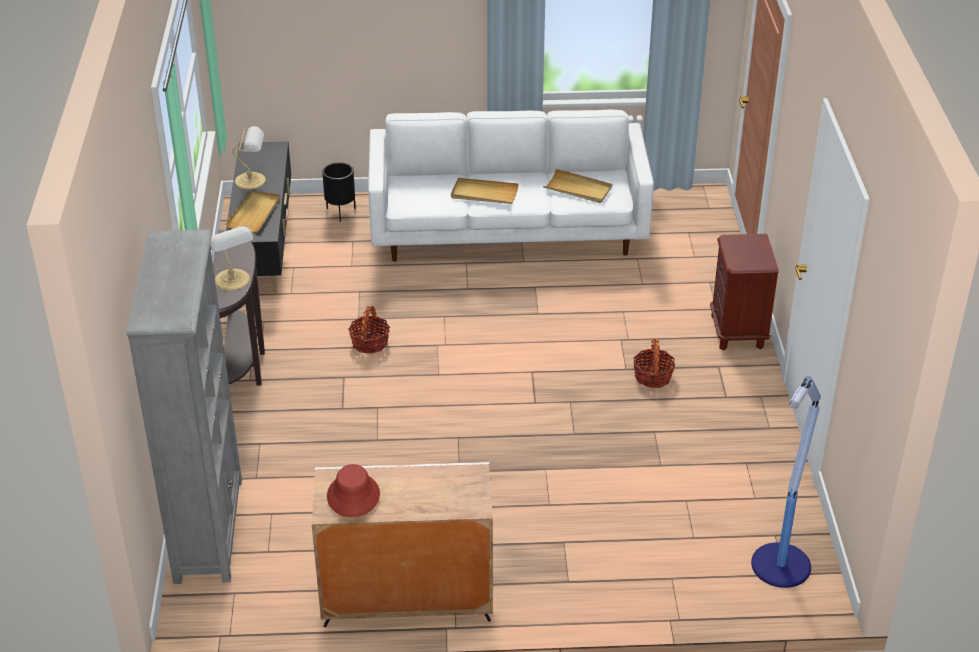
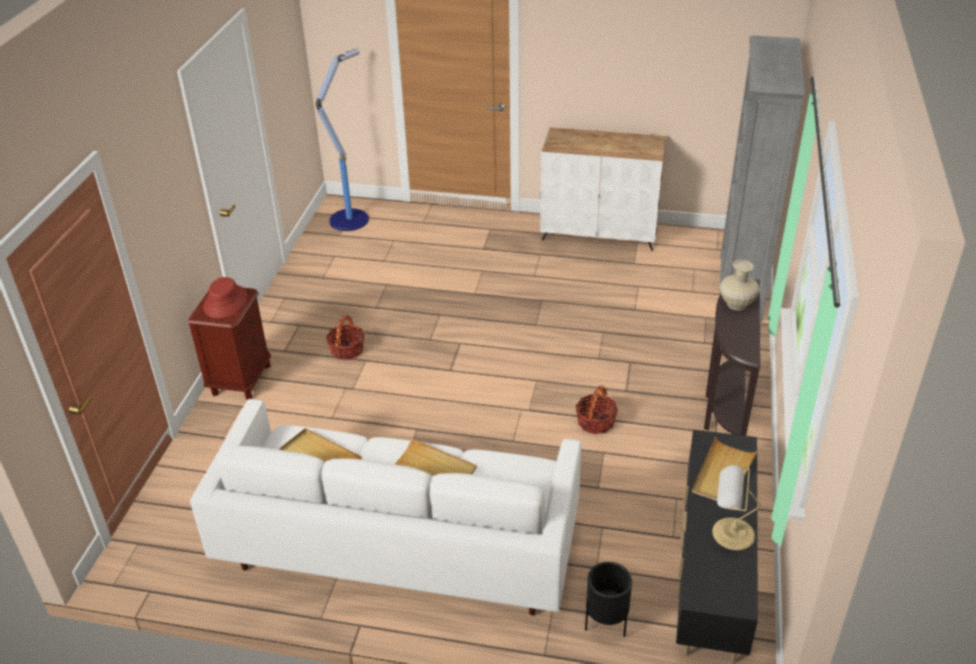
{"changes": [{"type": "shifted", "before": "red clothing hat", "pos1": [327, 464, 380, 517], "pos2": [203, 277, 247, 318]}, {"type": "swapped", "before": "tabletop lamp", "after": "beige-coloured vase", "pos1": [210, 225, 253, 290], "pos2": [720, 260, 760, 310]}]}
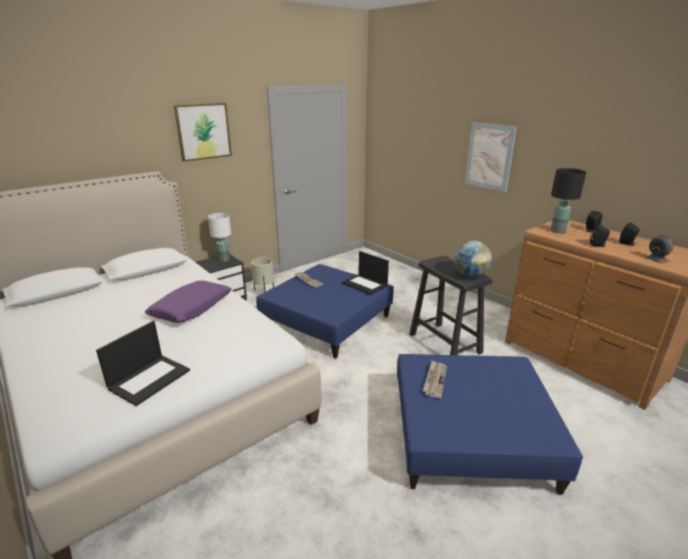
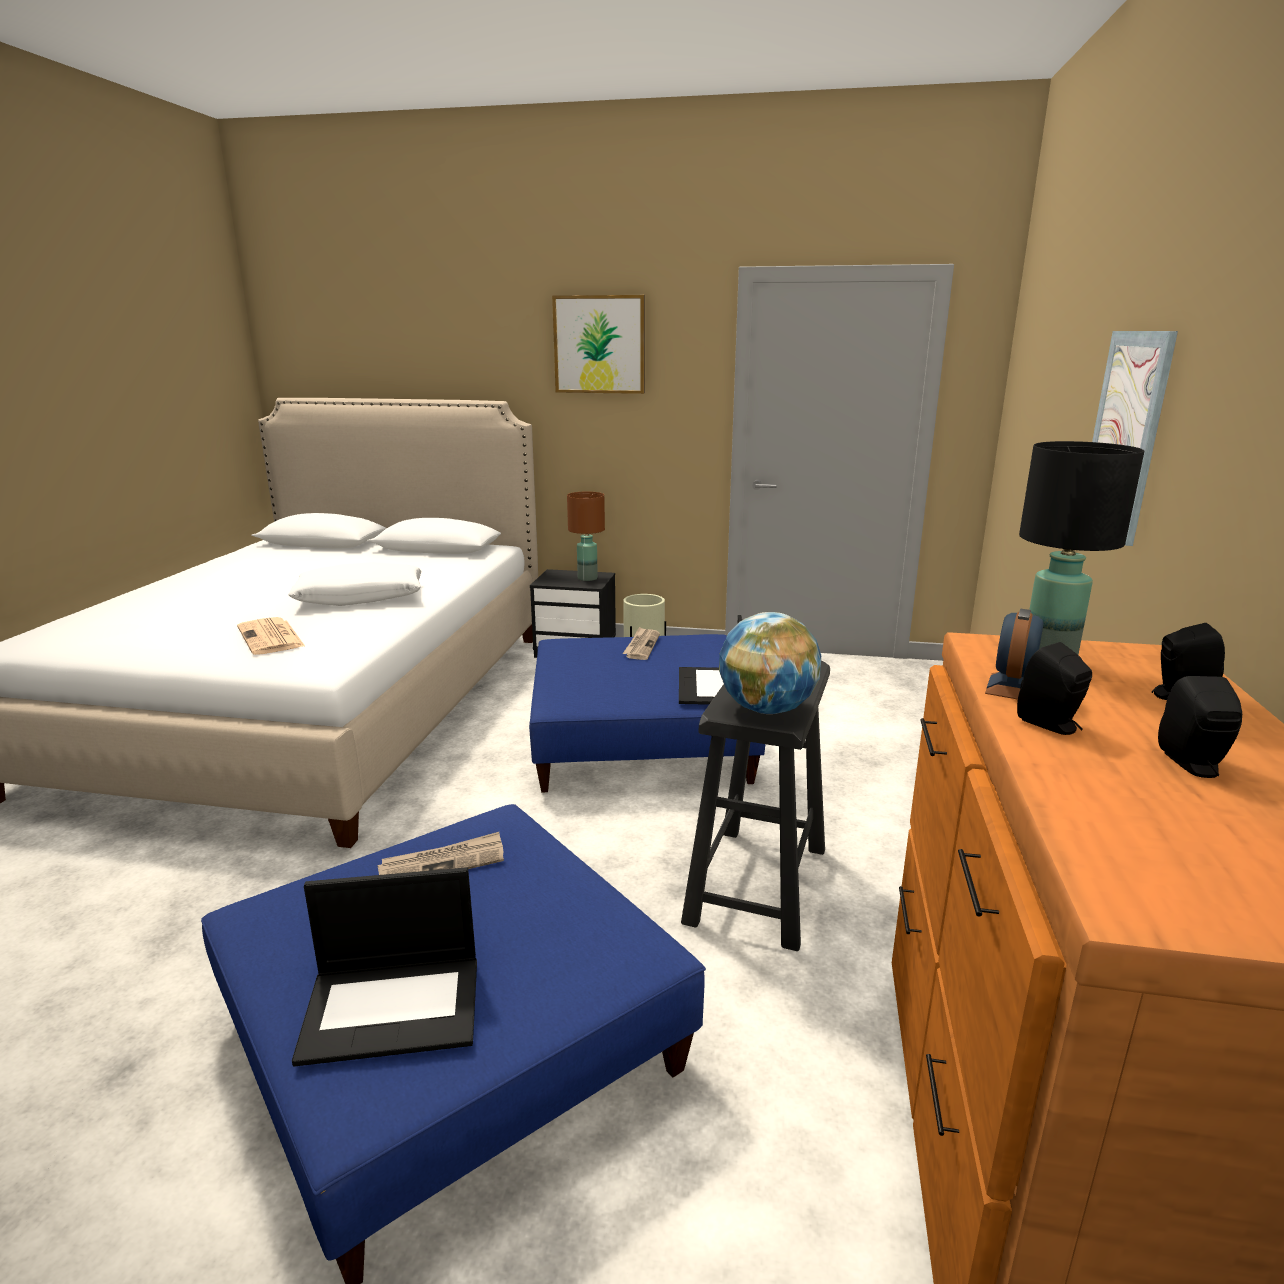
{"changes": [{"type": "new", "after": "daily paper", "pos2": [237, 617, 305, 655]}, {"type": "repainted", "before": "purple cushion", "after": "white-coloured cushion", "pos1": [145, 280, 232, 323], "pos2": [288, 562, 422, 606]}, {"type": "shifted", "before": "portable computer", "pos1": [96, 321, 190, 406], "pos2": [292, 867, 477, 1067]}, {"type": "repainted", "before": "white-coloured tabletop lamp", "after": "brown tabletop lamp", "pos1": [208, 213, 231, 262], "pos2": [567, 491, 605, 581]}, {"type": "shifted", "before": "table clock", "pos1": [644, 235, 674, 264], "pos2": [985, 609, 1044, 700]}]}
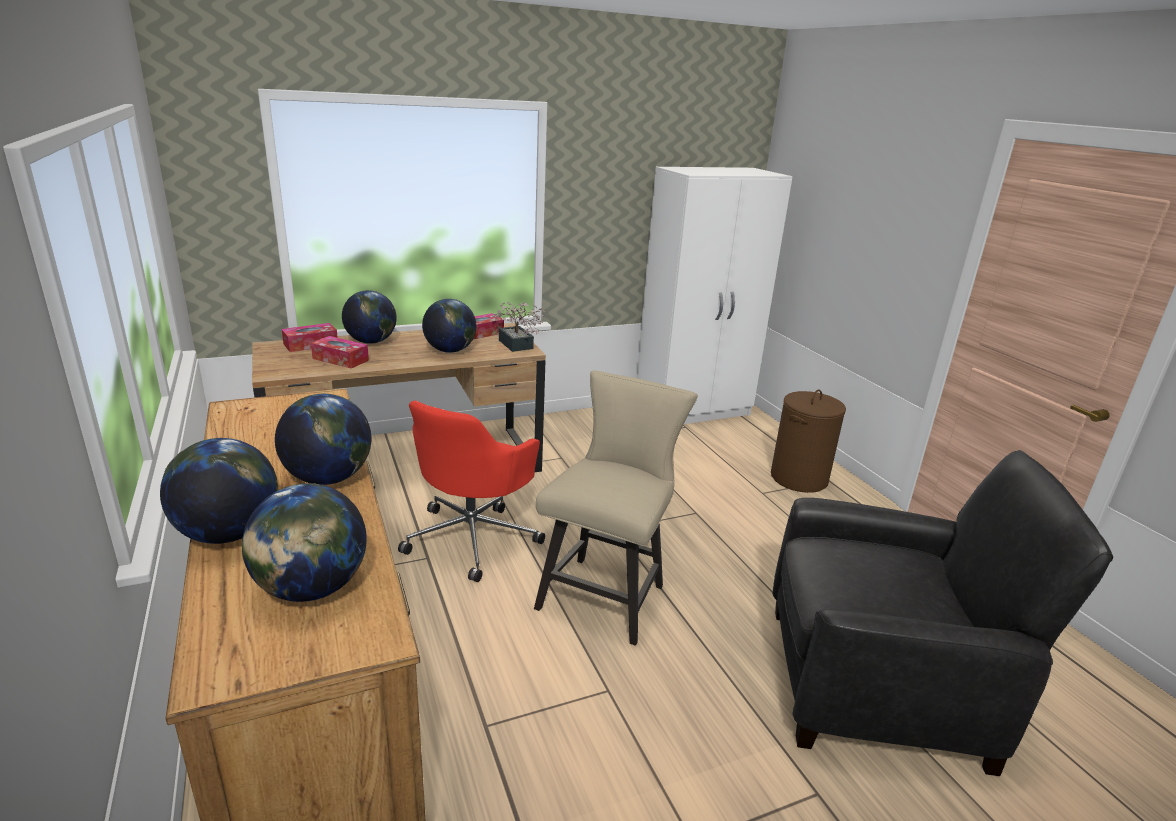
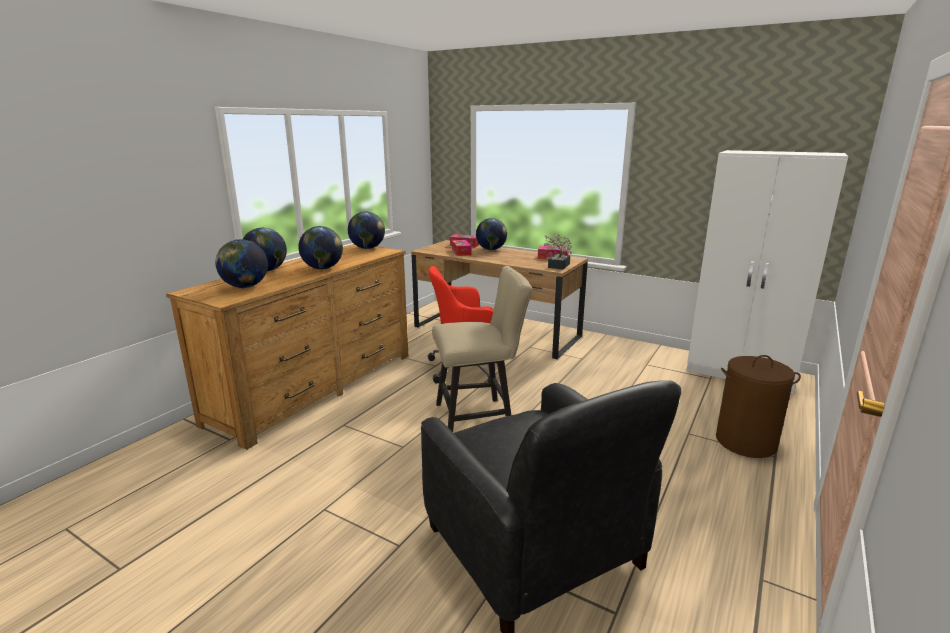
{"changes": [{"type": "shifted", "before": "world globe", "pos1": [422, 299, 476, 353], "pos2": [348, 212, 385, 249]}]}
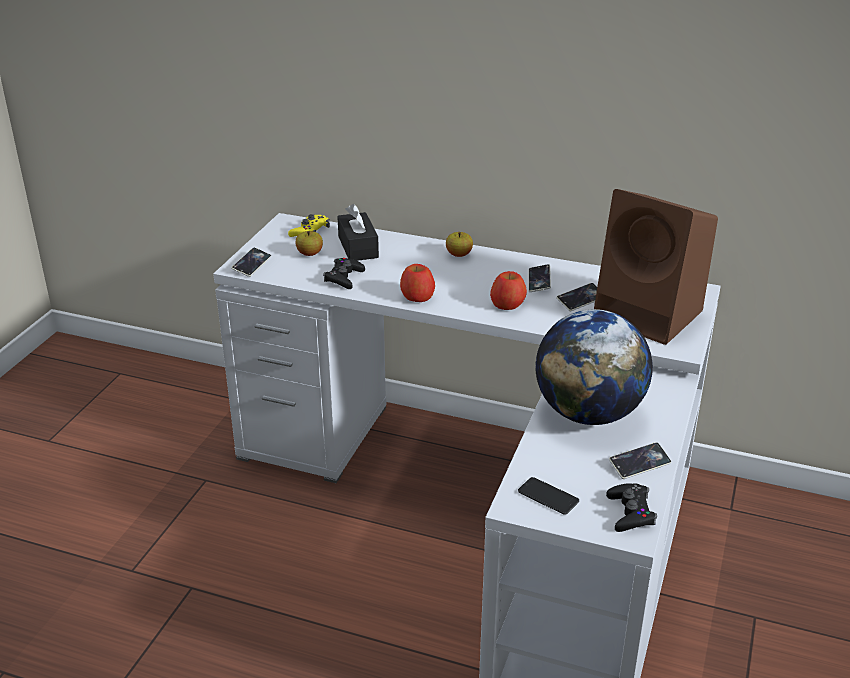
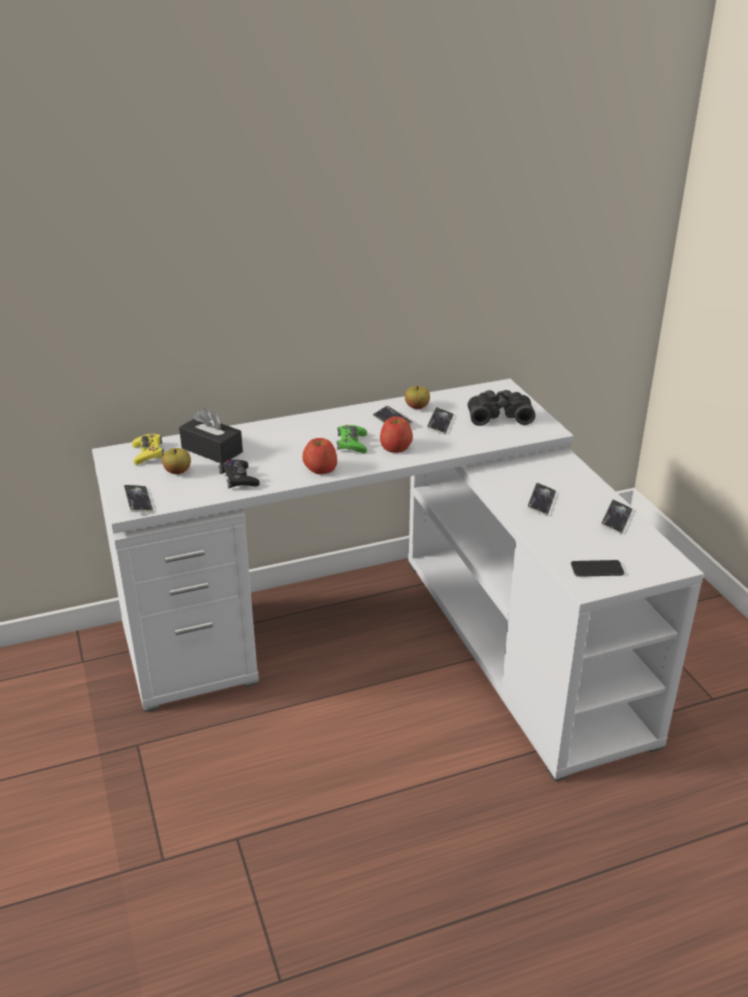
{"changes": [{"type": "new", "after": "greenish game controller", "pos2": [337, 425, 367, 453]}, {"type": "shifted", "before": "apple fruit", "pos1": [446, 232, 473, 257], "pos2": [405, 386, 430, 409]}, {"type": "swapped", "before": "brown speaker", "after": "blackish field glasses", "pos1": [594, 189, 718, 345], "pos2": [468, 390, 535, 426]}, {"type": "swapped", "before": "world globe", "after": "phone", "pos1": [536, 309, 653, 425], "pos2": [527, 483, 556, 516]}, {"type": "gone", "before": "blackish game controller", "pos1": [606, 483, 657, 532]}]}
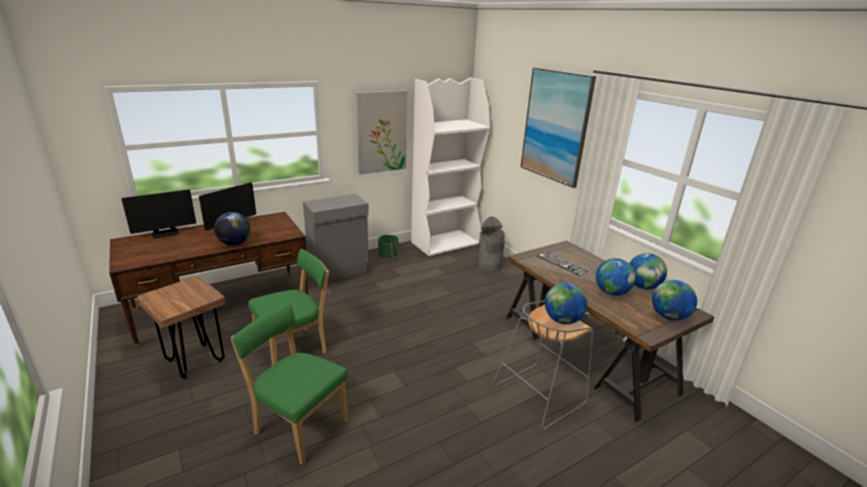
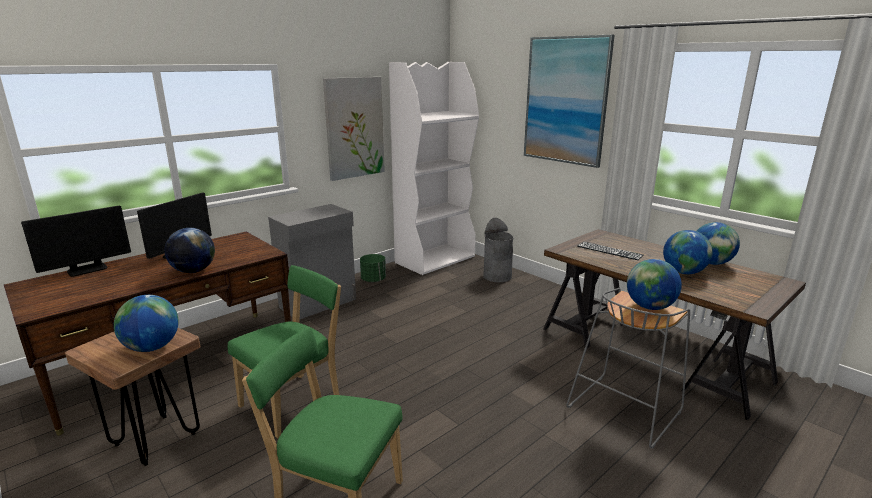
{"changes": [{"type": "shifted", "before": "world globe", "pos1": [652, 280, 697, 321], "pos2": [114, 295, 179, 352]}]}
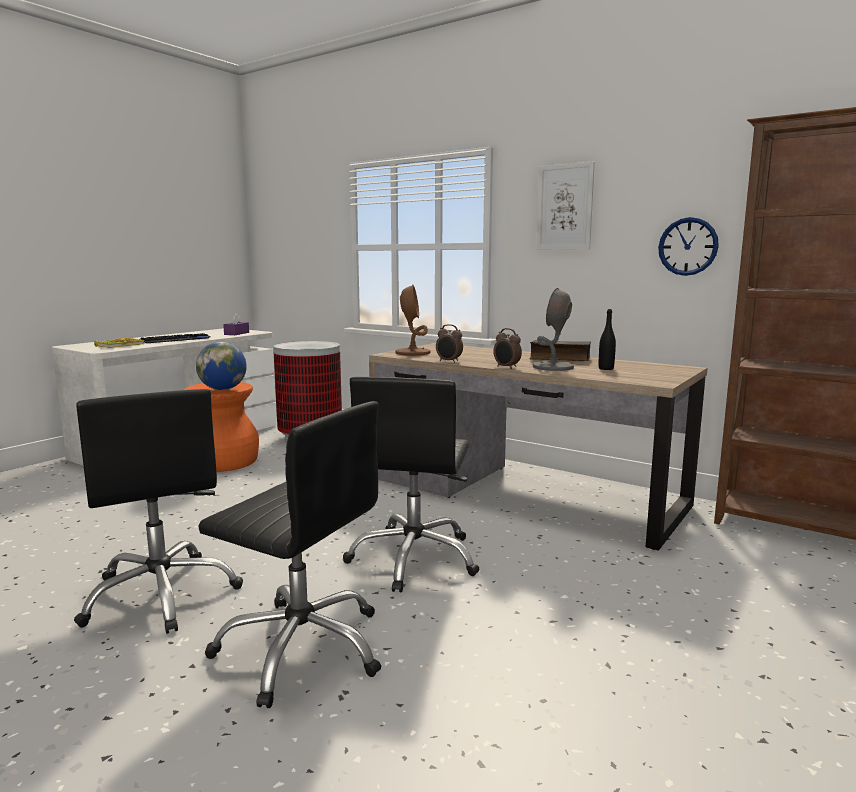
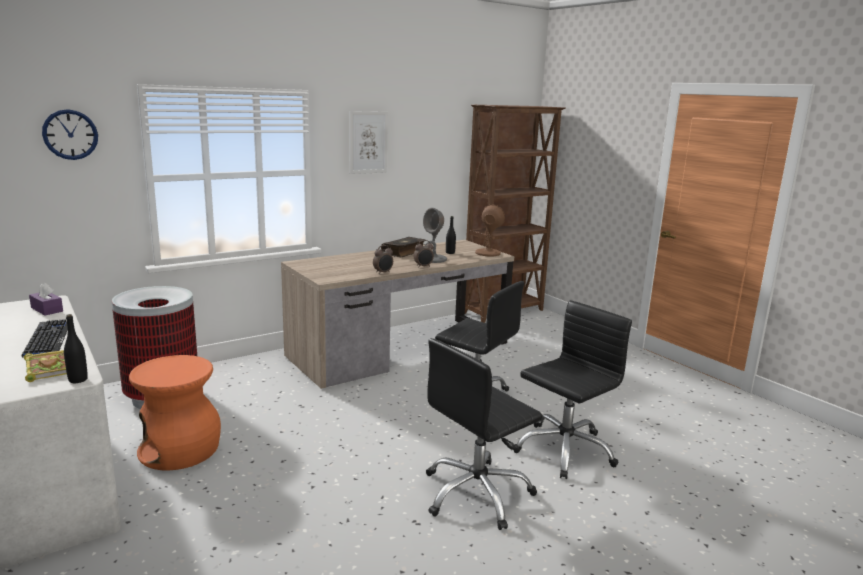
{"changes": [{"type": "shifted", "before": "wall clock", "pos1": [658, 217, 719, 276], "pos2": [42, 109, 98, 160]}, {"type": "new", "after": "blackish beverage bottle", "pos2": [64, 314, 88, 383]}, {"type": "rotated", "before": "blackish office chair", "pos1": [74, 389, 243, 634], "pos2": [426, 338, 542, 530], "turn": 150}, {"type": "shifted", "before": "brown tabletop lamp", "pos1": [395, 284, 430, 356], "pos2": [475, 204, 505, 257]}, {"type": "gone", "before": "world globe", "pos1": [196, 342, 247, 390]}]}
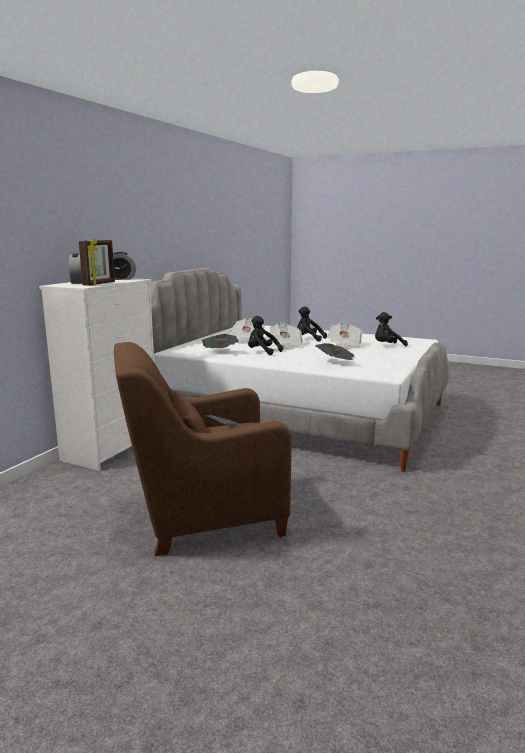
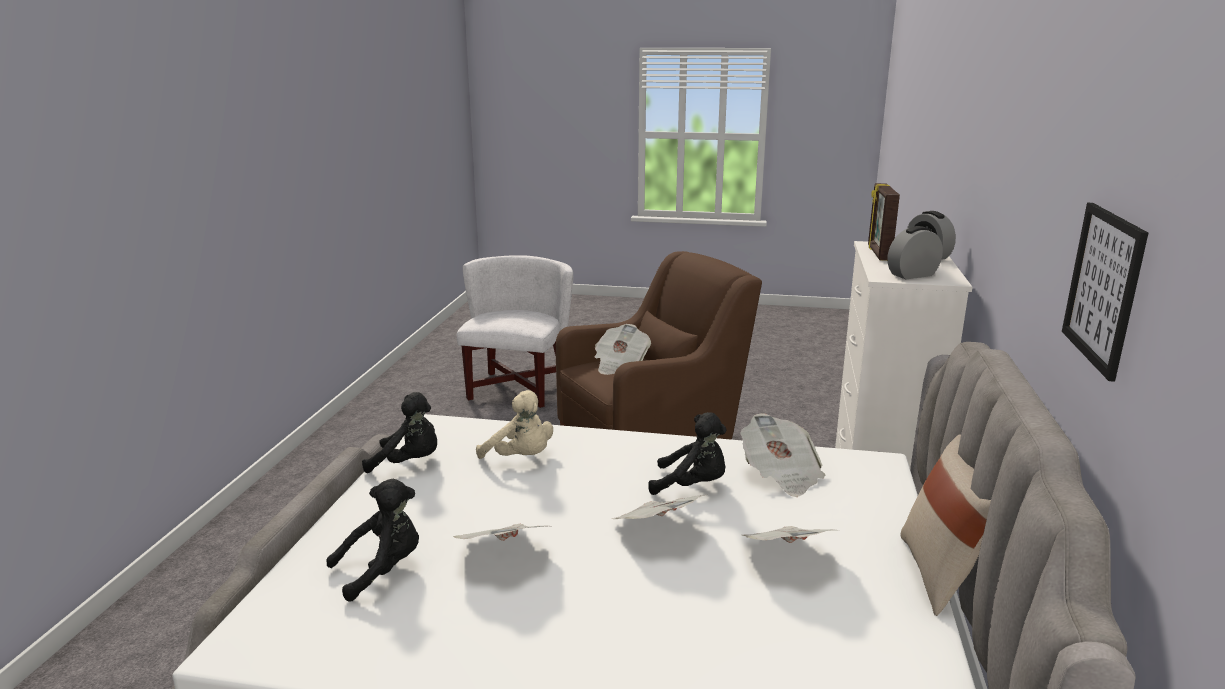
{"changes": [{"type": "shifted", "before": "blackish soft toy", "pos1": [297, 307, 327, 341], "pos2": [362, 392, 437, 473]}, {"type": "new", "after": "white-coloured lounge chair", "pos2": [457, 255, 573, 408]}, {"type": "swapped", "before": "daily paper", "after": "beige-coloured soft toy", "pos1": [315, 343, 355, 360], "pos2": [476, 390, 553, 459]}, {"type": "new", "after": "beige-coloured cushion", "pos2": [901, 435, 991, 616]}, {"type": "new", "after": "wall picture", "pos2": [1062, 203, 1148, 382]}]}
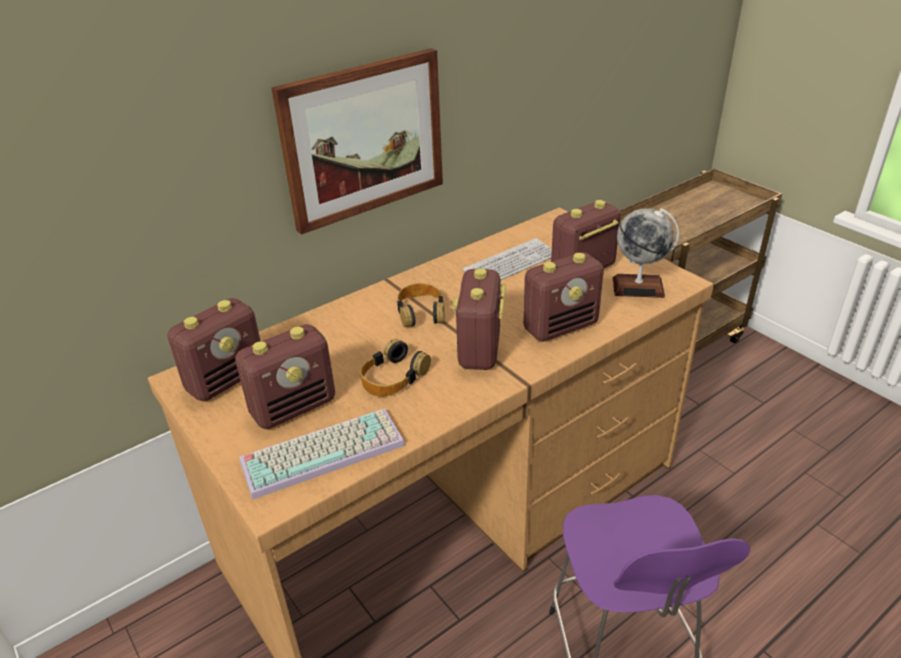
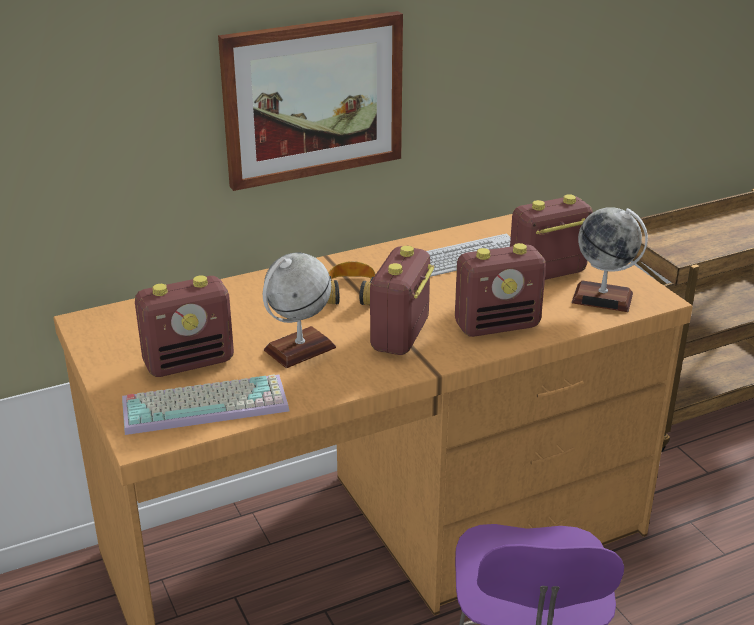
{"changes": [{"type": "swapped", "before": "pair of headphones", "after": "world globe", "pos1": [360, 339, 431, 397], "pos2": [263, 252, 336, 368]}, {"type": "gone", "before": "radio receiver", "pos1": [167, 298, 261, 402]}]}
